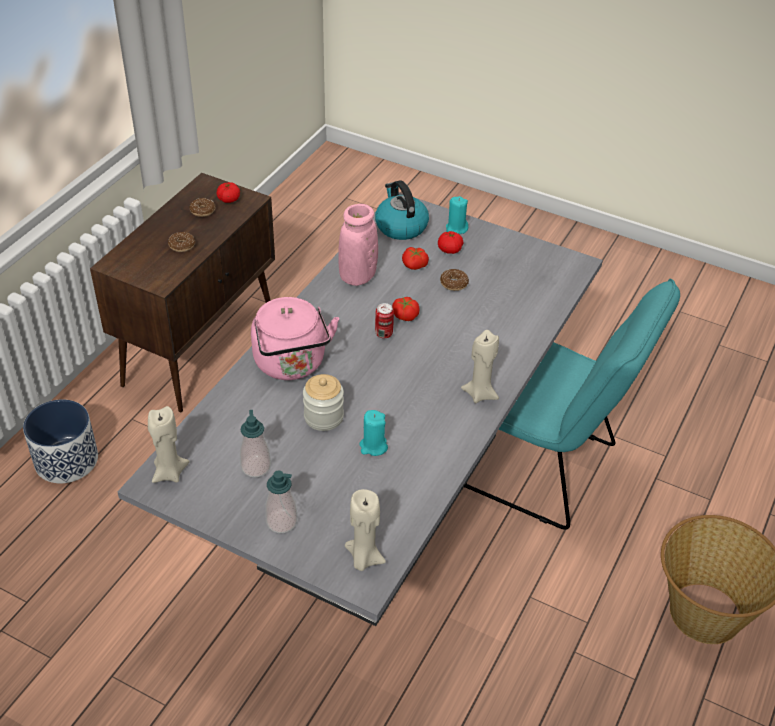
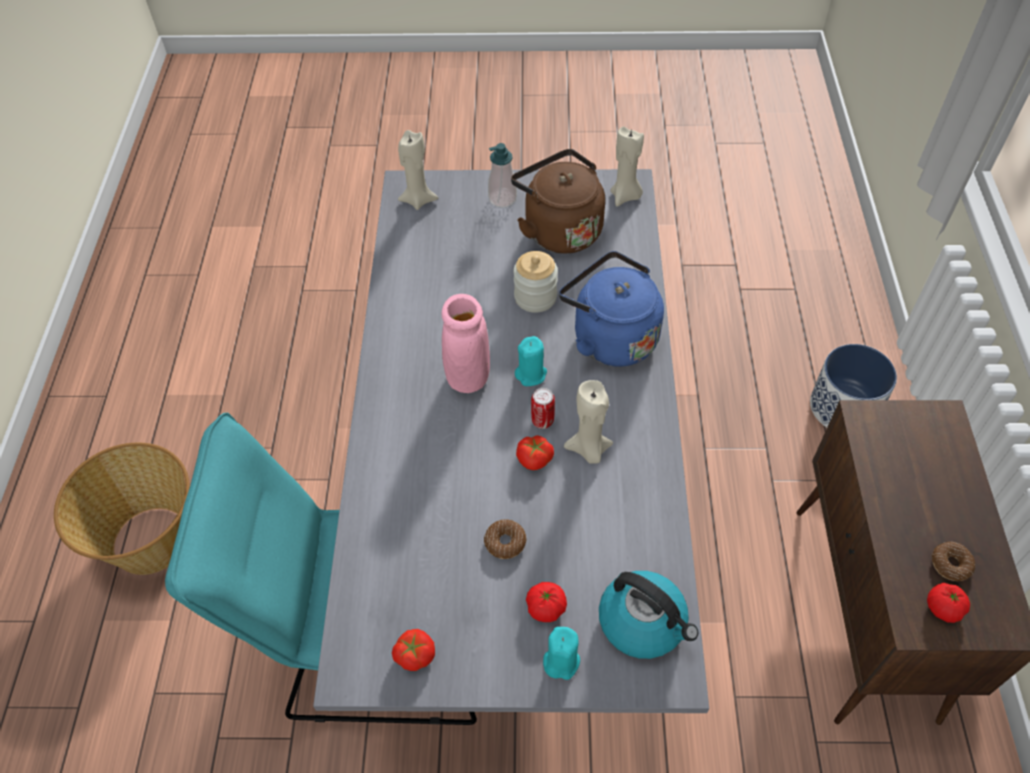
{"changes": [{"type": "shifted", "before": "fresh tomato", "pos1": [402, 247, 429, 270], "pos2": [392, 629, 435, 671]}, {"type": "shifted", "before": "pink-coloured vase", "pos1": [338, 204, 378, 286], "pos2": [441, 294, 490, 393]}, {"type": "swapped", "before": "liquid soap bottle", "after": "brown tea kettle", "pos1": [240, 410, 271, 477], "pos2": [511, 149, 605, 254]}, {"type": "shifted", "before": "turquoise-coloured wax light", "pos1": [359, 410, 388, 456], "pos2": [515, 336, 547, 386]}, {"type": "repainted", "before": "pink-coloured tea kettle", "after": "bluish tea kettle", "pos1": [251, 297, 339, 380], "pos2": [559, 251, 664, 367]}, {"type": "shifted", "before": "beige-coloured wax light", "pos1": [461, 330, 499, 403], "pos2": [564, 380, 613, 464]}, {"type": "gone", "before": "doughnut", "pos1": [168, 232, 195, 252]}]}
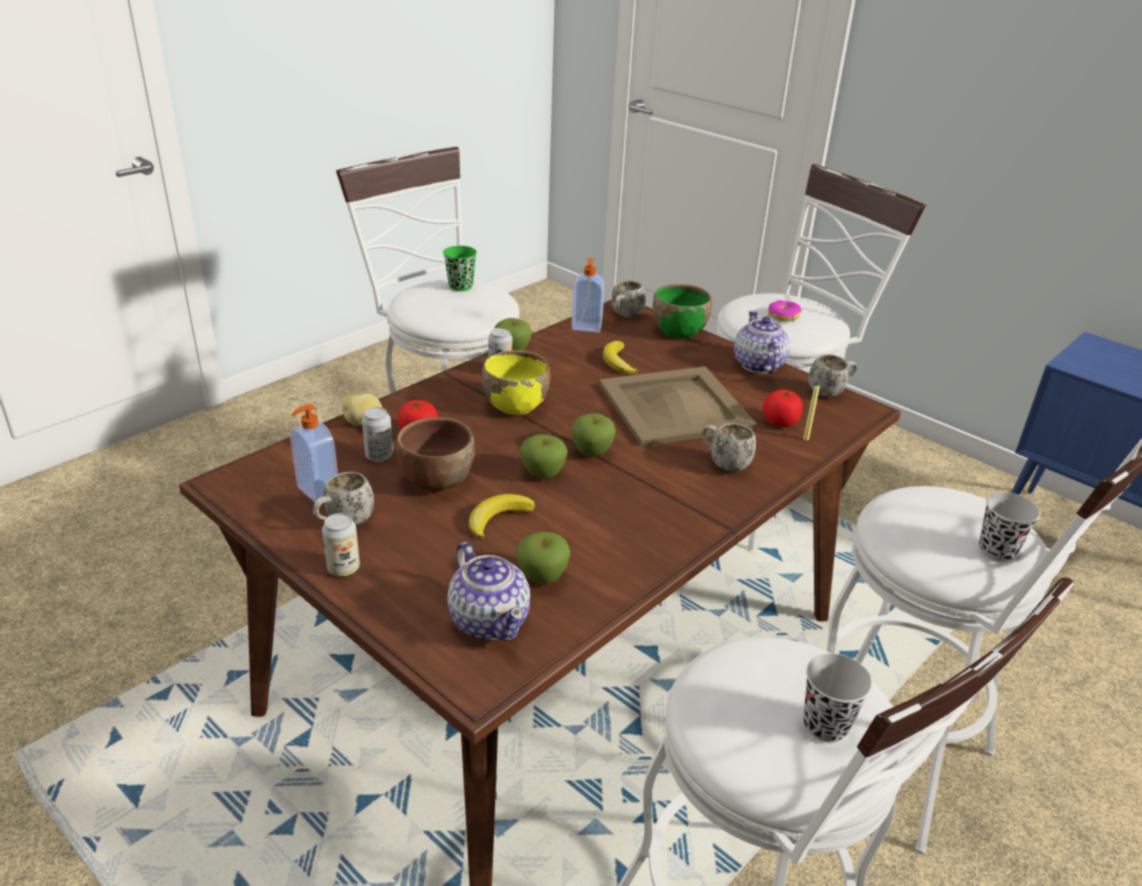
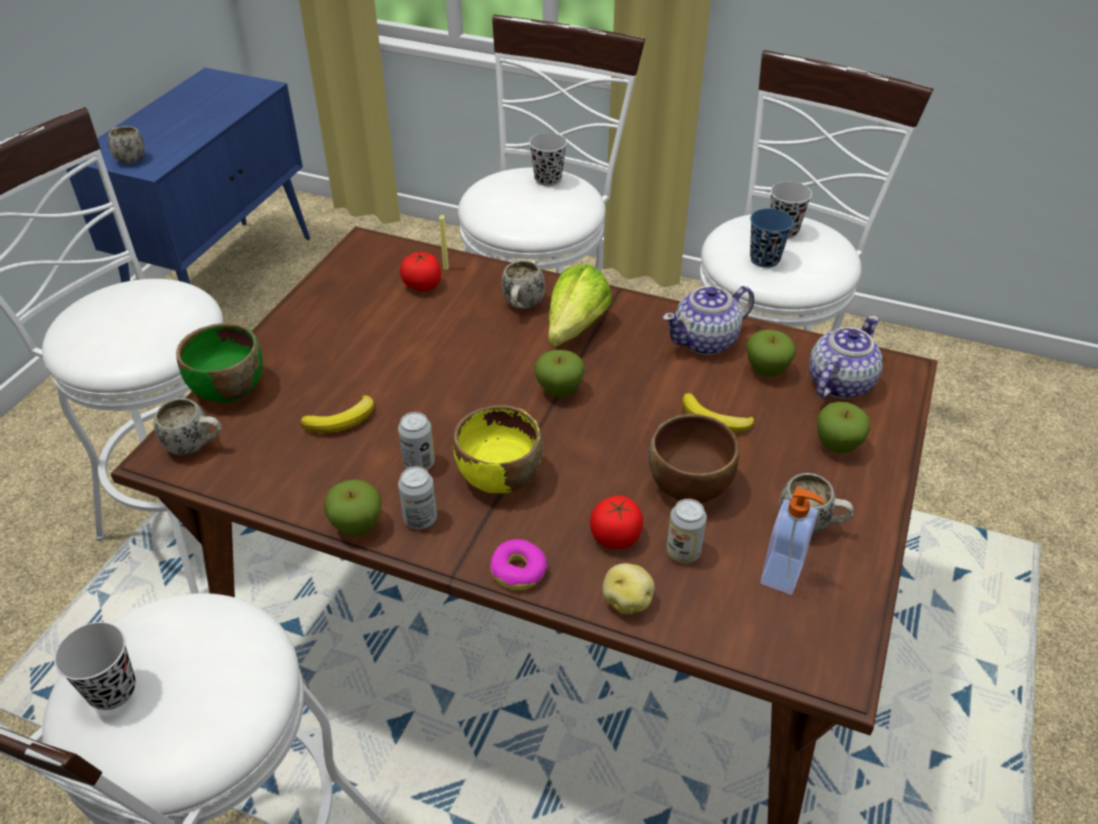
{"changes": [{"type": "repainted", "before": "greenish small cup", "after": "blackish small cup", "pos1": [443, 246, 477, 291], "pos2": [54, 622, 136, 710]}, {"type": "shifted", "before": "white-coloured tea mug", "pos1": [808, 354, 857, 397], "pos2": [108, 126, 145, 163]}, {"type": "shifted", "before": "can", "pos1": [322, 513, 360, 577], "pos2": [398, 412, 435, 470]}, {"type": "shifted", "before": "doughnut", "pos1": [768, 300, 802, 322], "pos2": [490, 539, 548, 590]}, {"type": "new", "after": "lettuce", "pos2": [548, 264, 612, 346]}, {"type": "shifted", "before": "pot for tea", "pos1": [734, 310, 790, 373], "pos2": [663, 286, 754, 355]}, {"type": "new", "after": "bluish small cup", "pos2": [750, 209, 793, 268]}, {"type": "shifted", "before": "apple fruit", "pos1": [520, 434, 568, 479], "pos2": [817, 402, 871, 453]}, {"type": "gone", "before": "liquid soap bottle", "pos1": [571, 258, 605, 333]}, {"type": "gone", "before": "beige-coloured carrying tray", "pos1": [599, 366, 757, 447]}]}
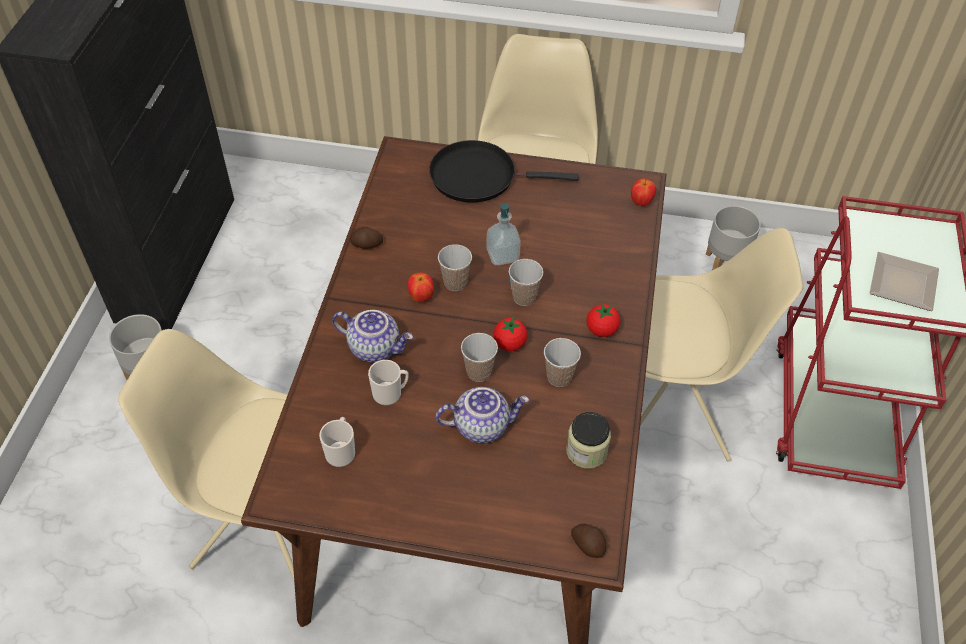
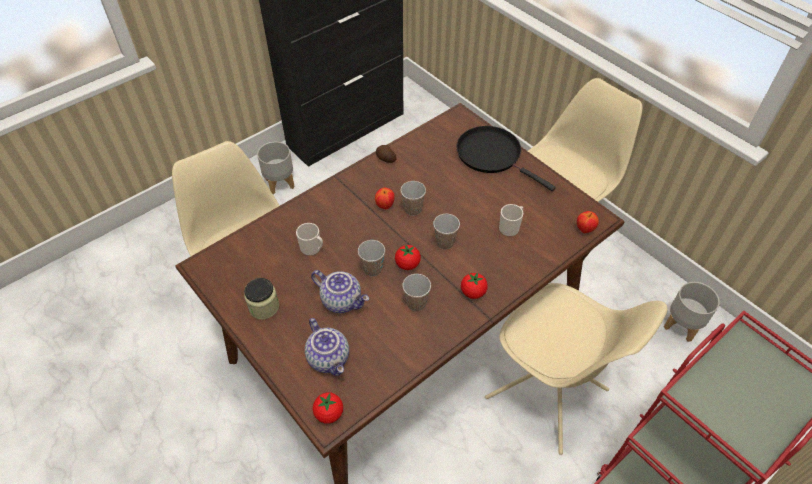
{"changes": [{"type": "shifted", "before": "preserve jar", "pos1": [566, 412, 611, 469], "pos2": [244, 278, 279, 320]}, {"type": "shifted", "before": "pot for tea", "pos1": [332, 310, 413, 363], "pos2": [305, 318, 349, 376]}, {"type": "swapped", "before": "spud", "after": "fresh tomato", "pos1": [571, 524, 606, 558], "pos2": [313, 392, 343, 424]}, {"type": "shifted", "before": "tea mug", "pos1": [319, 417, 355, 467], "pos2": [499, 204, 523, 237]}, {"type": "gone", "before": "liquid soap bottle", "pos1": [486, 203, 521, 266]}, {"type": "gone", "before": "flat dish", "pos1": [870, 252, 939, 311]}]}
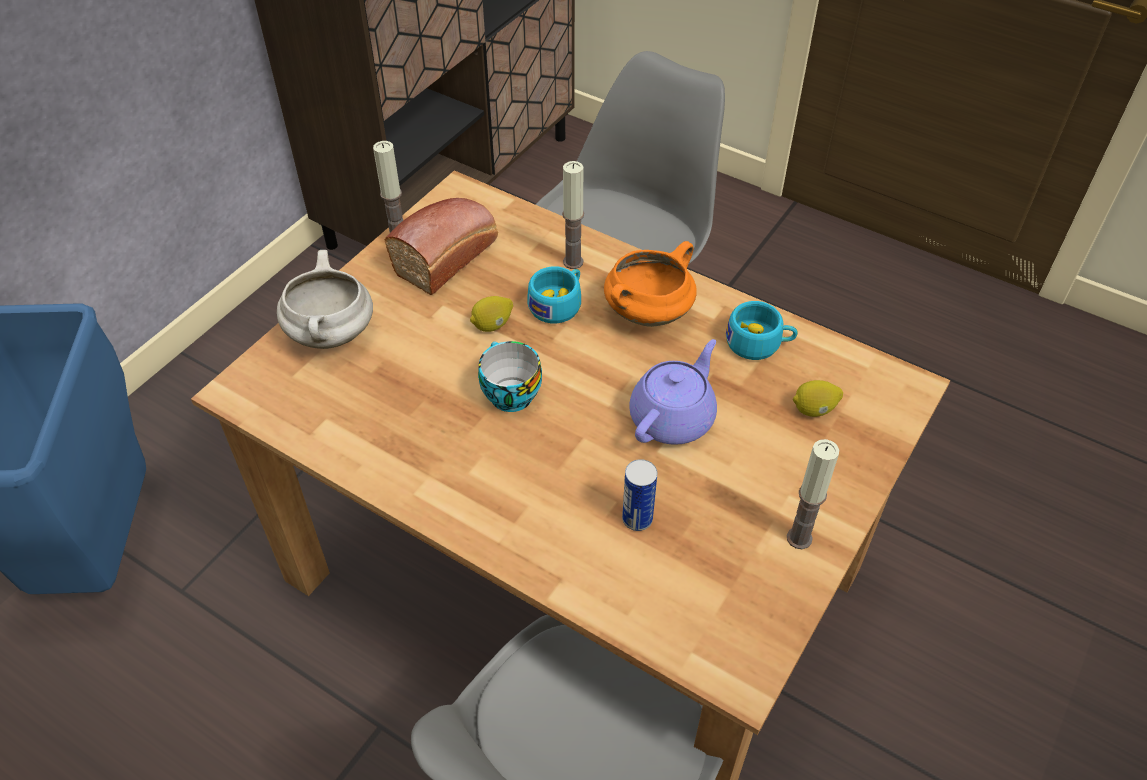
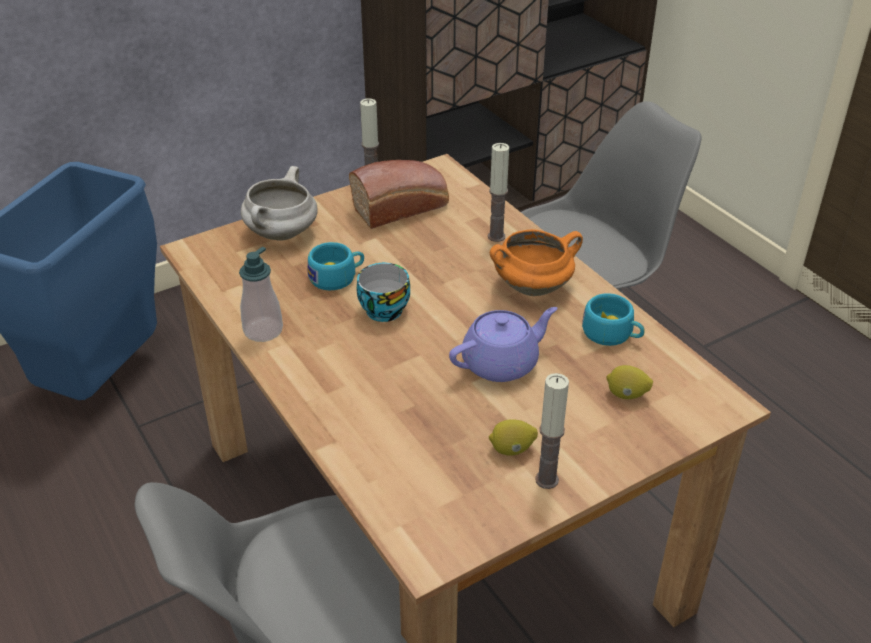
{"changes": [{"type": "new", "after": "liquid soap bottle", "pos2": [239, 247, 283, 342]}, {"type": "shifted", "before": "turquoise-coloured small cup", "pos1": [527, 266, 581, 323], "pos2": [308, 242, 364, 290]}, {"type": "shifted", "before": "citrus fruit", "pos1": [470, 296, 513, 332], "pos2": [489, 419, 538, 456]}, {"type": "gone", "before": "can", "pos1": [622, 459, 658, 531]}]}
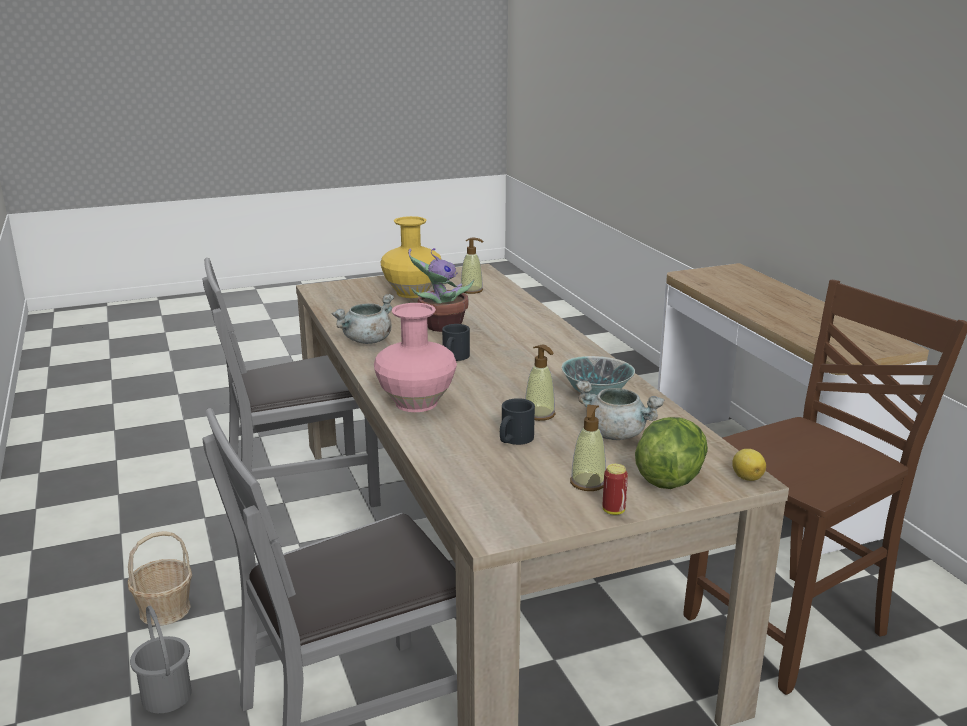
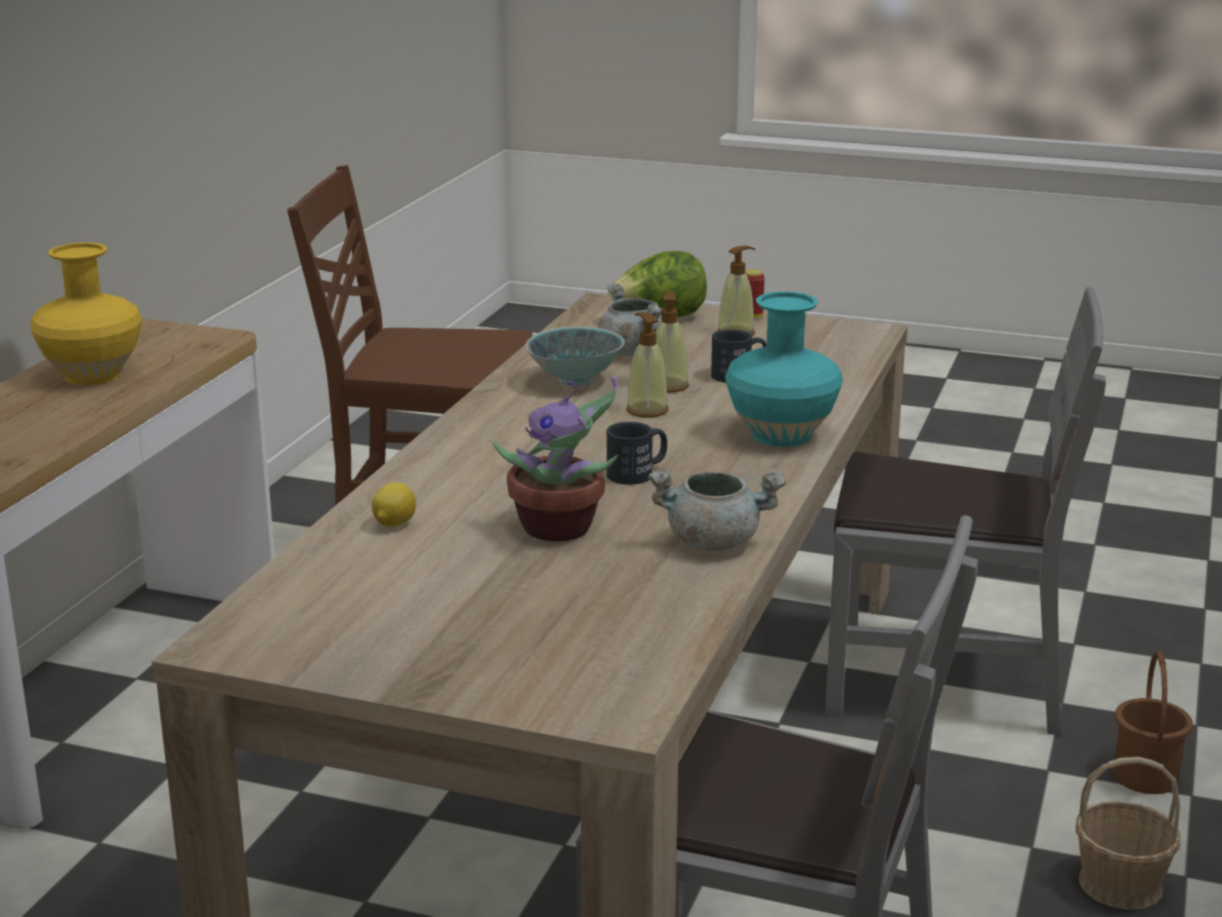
{"changes": [{"type": "shifted", "before": "yellowish vase", "pos1": [381, 216, 442, 298], "pos2": [30, 242, 142, 385]}, {"type": "shifted", "before": "citrus fruit", "pos1": [732, 449, 766, 481], "pos2": [372, 482, 416, 527]}, {"type": "shifted", "before": "liquid soap bottle", "pos1": [461, 238, 483, 294], "pos2": [626, 312, 669, 418]}, {"type": "repainted", "before": "pink-coloured vase", "after": "turquoise-coloured vase", "pos1": [374, 303, 457, 412], "pos2": [725, 291, 843, 447]}, {"type": "repainted", "before": "grey pail", "after": "brown pail", "pos1": [130, 606, 192, 713], "pos2": [1113, 651, 1193, 794]}]}
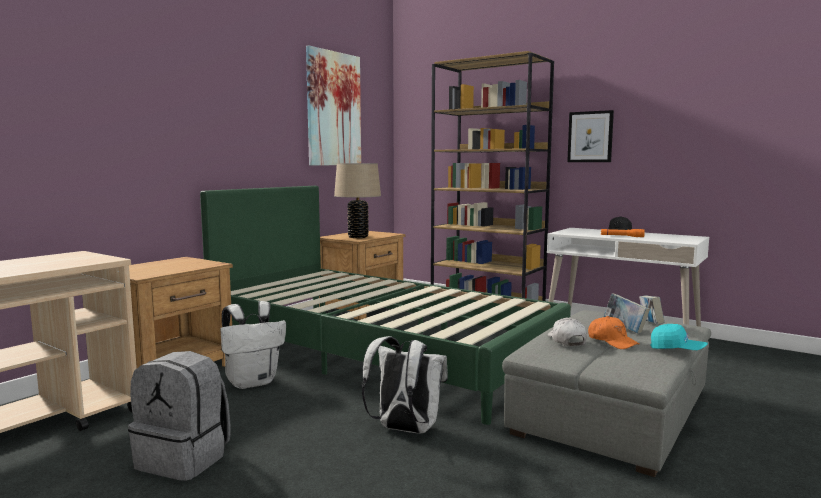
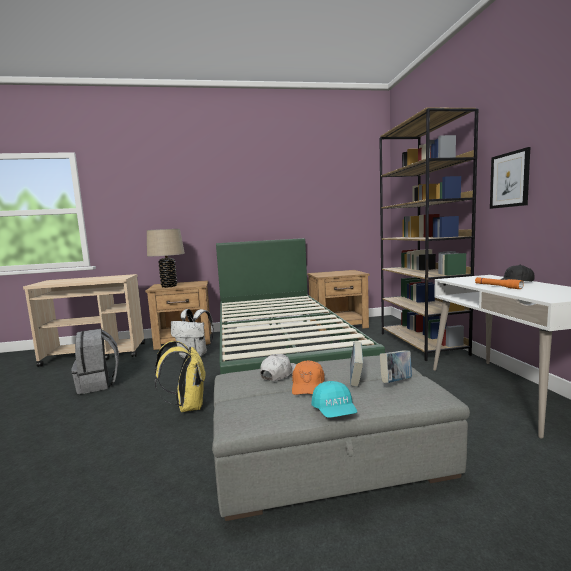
{"changes": [{"type": "shifted", "before": "beige-coloured tabletop lamp", "pos1": [334, 163, 381, 238], "pos2": [147, 229, 185, 288]}, {"type": "repainted", "before": "white-coloured knapsack", "after": "yellowish knapsack", "pos1": [362, 336, 448, 434], "pos2": [155, 341, 206, 412]}, {"type": "gone", "before": "wall picture", "pos1": [306, 46, 361, 165]}]}
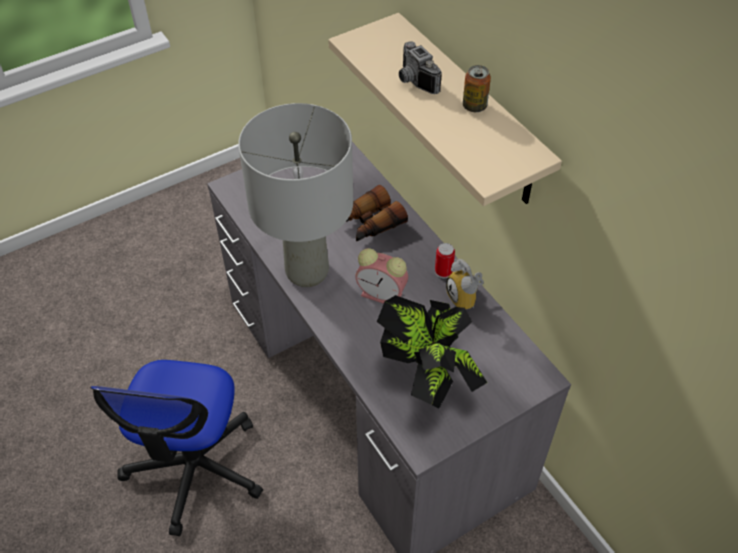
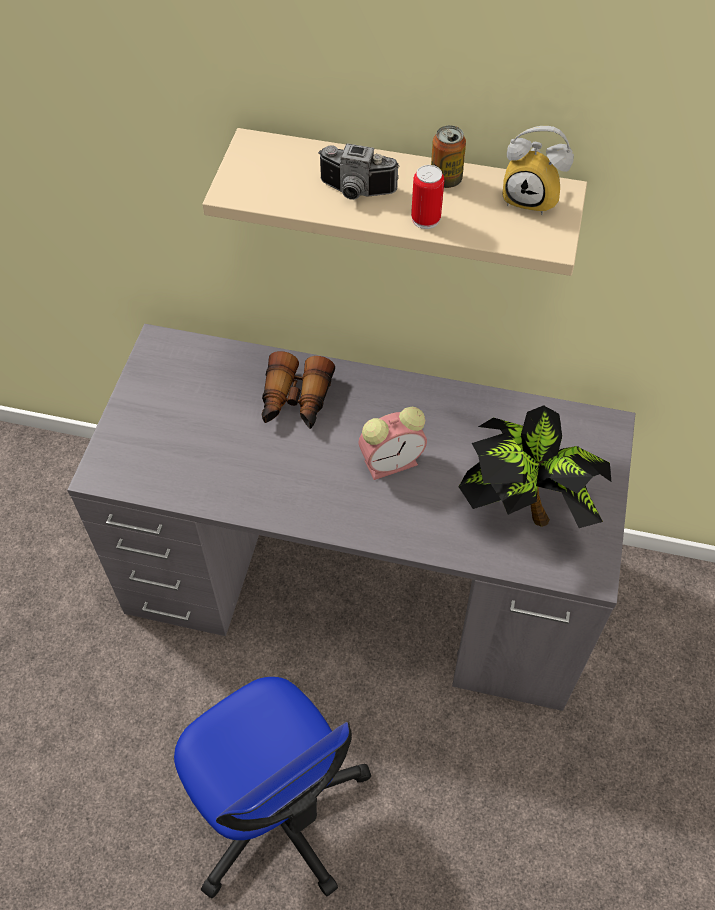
{"changes": [{"type": "shifted", "before": "can", "pos1": [435, 243, 455, 278], "pos2": [411, 165, 444, 229]}, {"type": "shifted", "before": "table clock", "pos1": [446, 259, 484, 309], "pos2": [502, 126, 574, 215]}, {"type": "gone", "before": "grey tabletop lamp", "pos1": [238, 103, 353, 287]}]}
